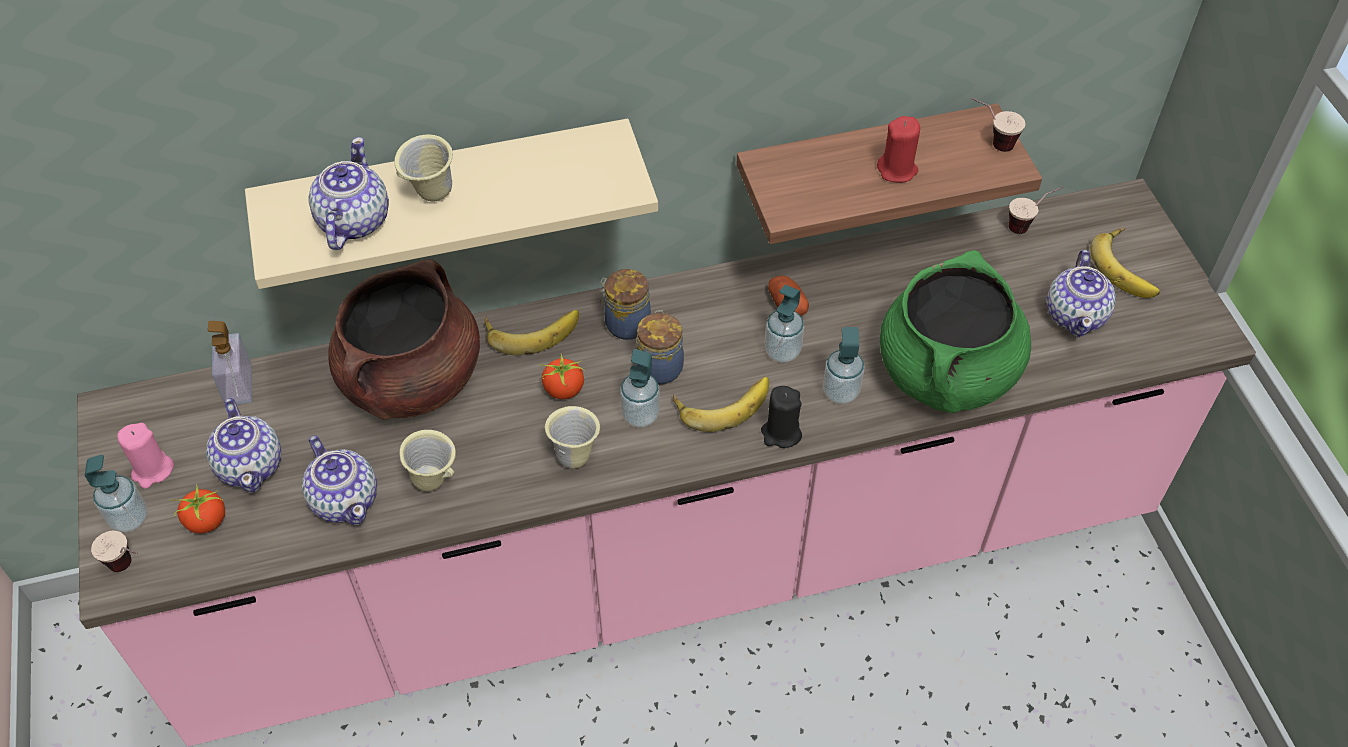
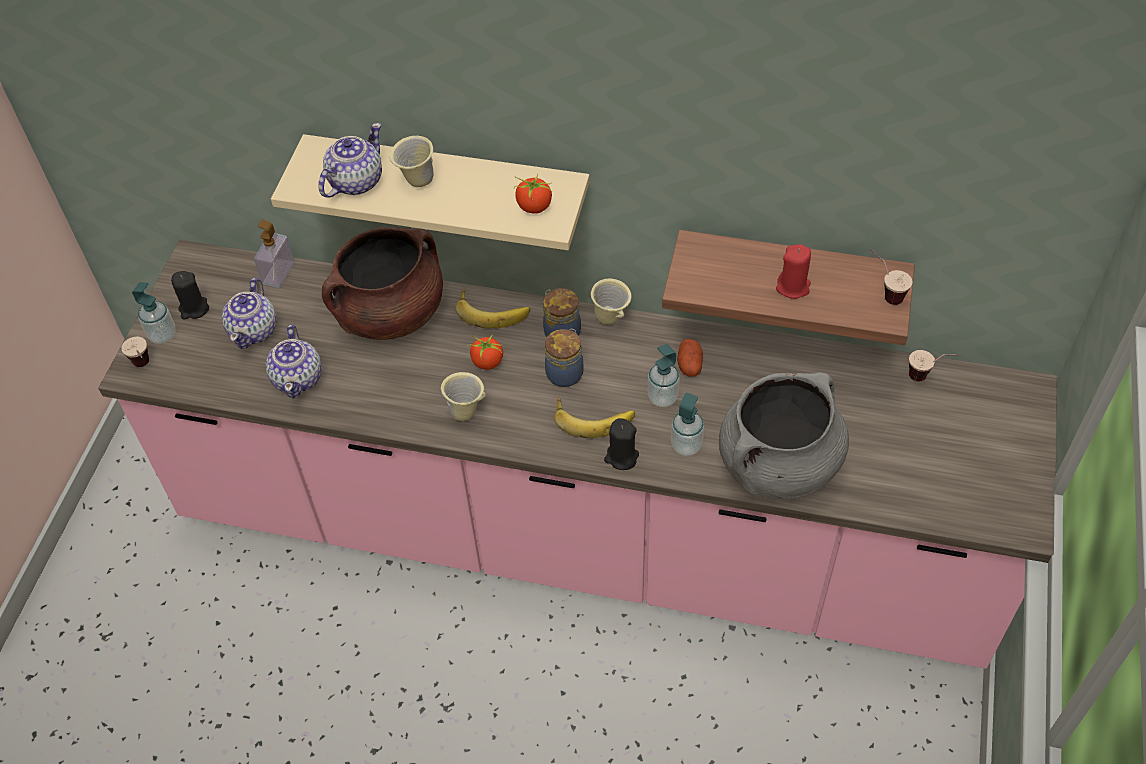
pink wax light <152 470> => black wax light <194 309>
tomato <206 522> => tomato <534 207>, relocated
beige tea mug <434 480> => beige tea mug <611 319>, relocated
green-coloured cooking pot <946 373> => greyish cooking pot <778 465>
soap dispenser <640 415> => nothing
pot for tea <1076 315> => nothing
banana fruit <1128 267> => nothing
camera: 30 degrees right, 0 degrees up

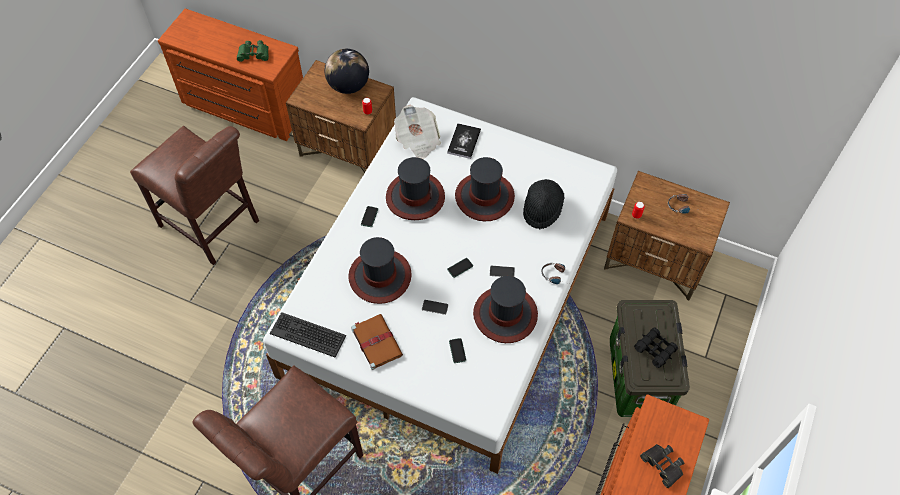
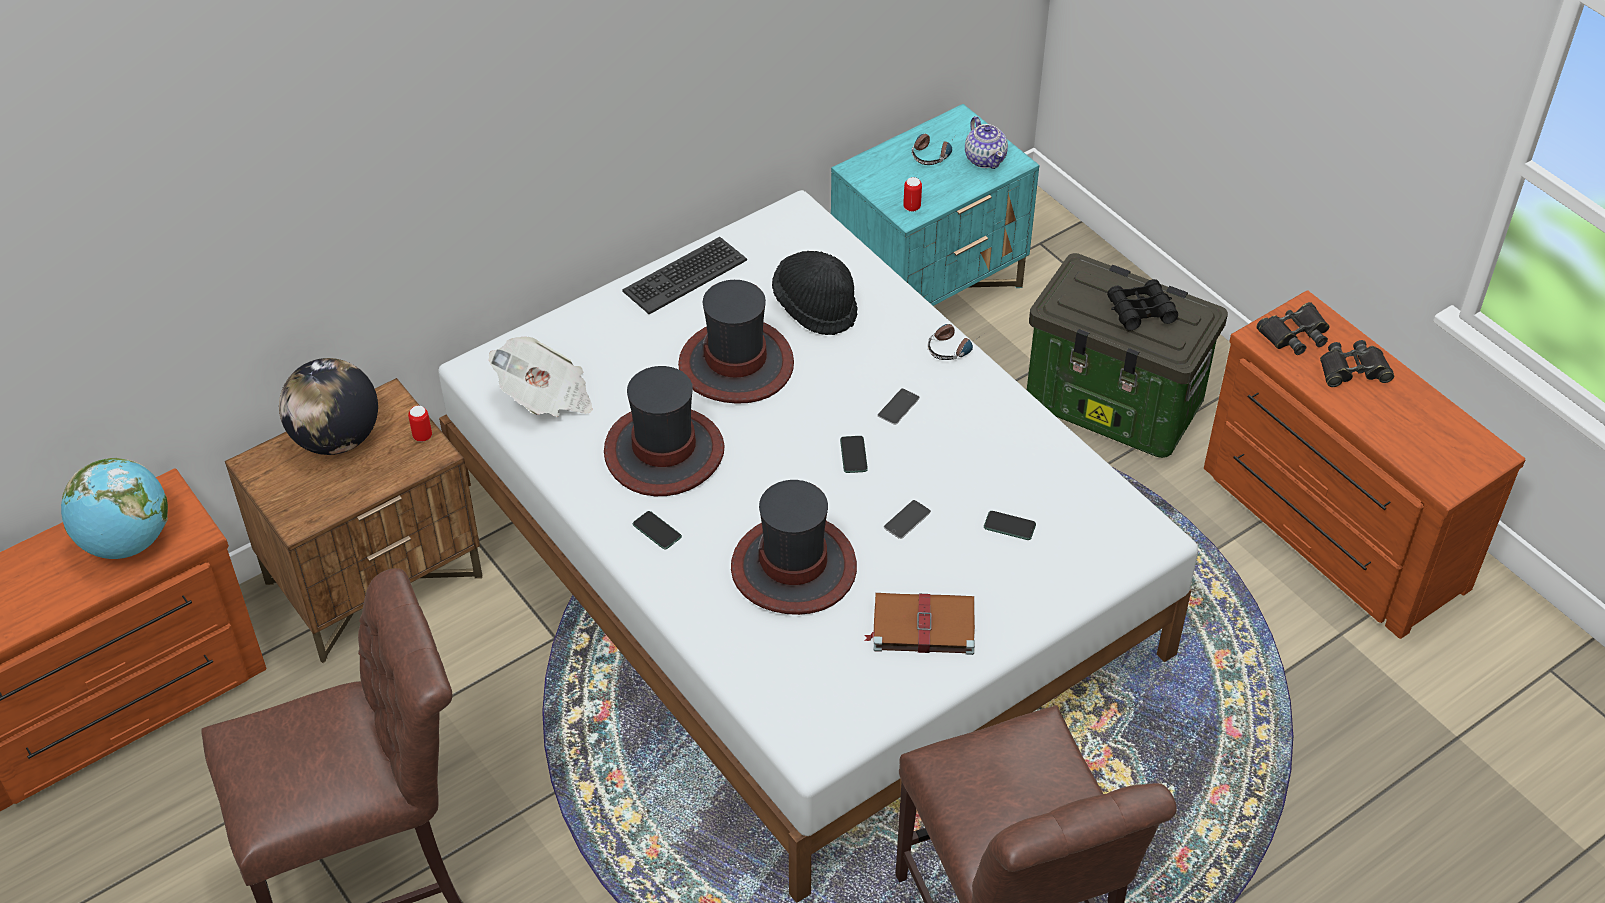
green-coloured field glasses <253 54> => world globe <127 541>
PC keyboard <308 334> => PC keyboard <684 275>, relocated
brown-coloured nightstand <655 261> => turquoise nightstand <928 288>
nothing => pot for tea <985 158>
nothing => black field glasses <1294 334>
bound book <464 141> => nothing
clothing hat <505 315> => nothing
camera: 60 degrees left, 10 degrees down

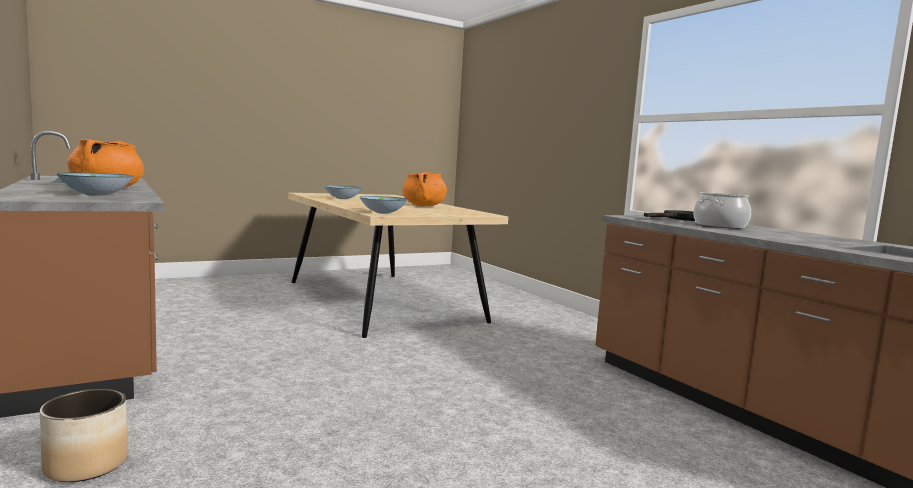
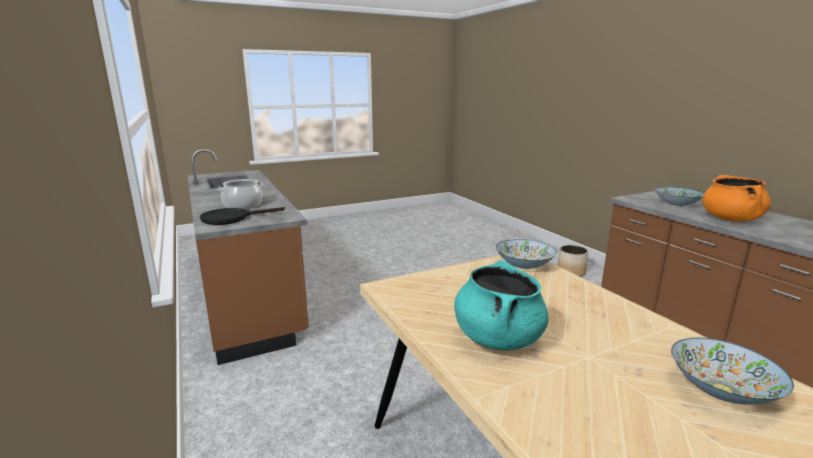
orange-coloured cooking pot <423 206> => turquoise cooking pot <497 338>
camera: 175 degrees left, 10 degrees up

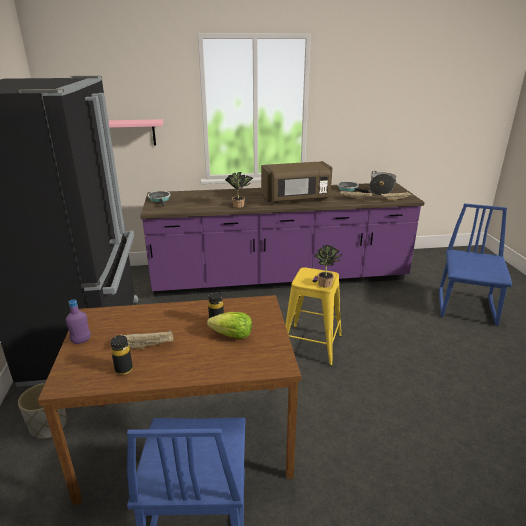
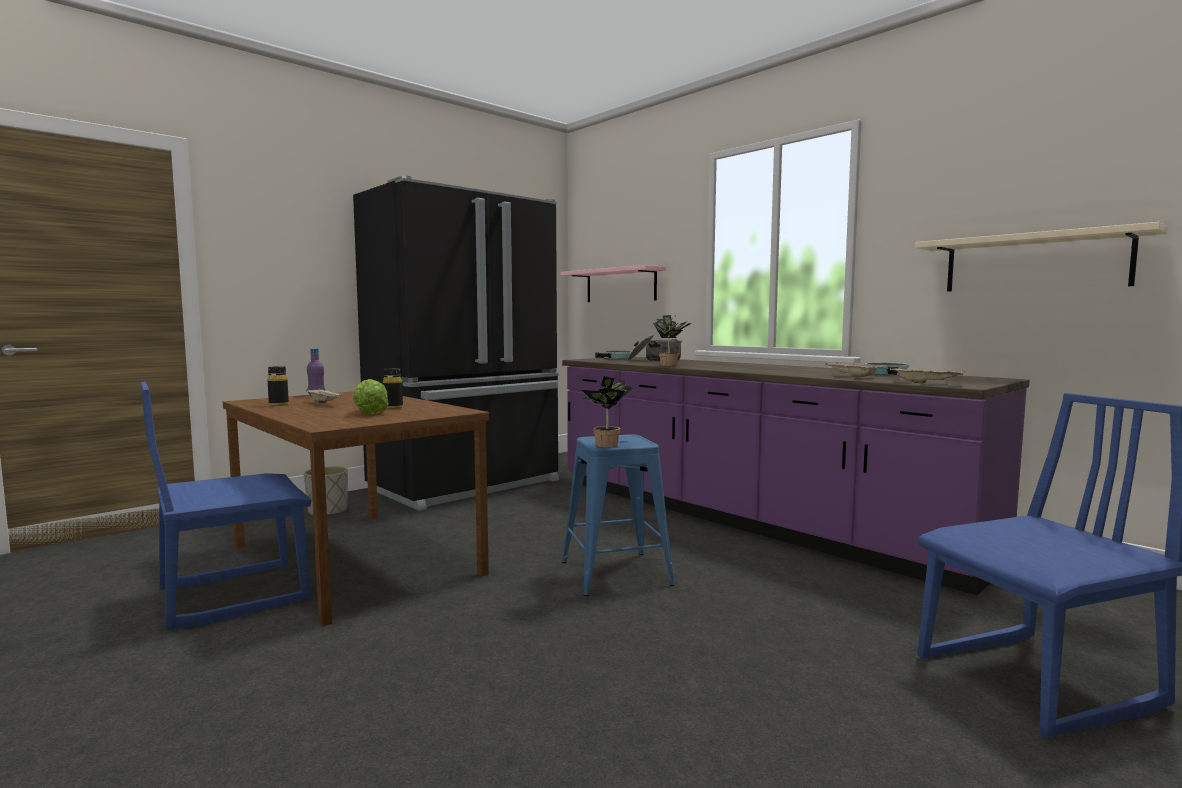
yellow-coloured stool seat <312 345> => blue stool seat <615 573>
cooking pot <381 190> => cooking pot <655 360>, relocated
nothing => beige bracket shelf <1034 263>
brown-coloured kitchen microwave <296 199> => nothing
camera: 55 degrees right, 20 degrees down

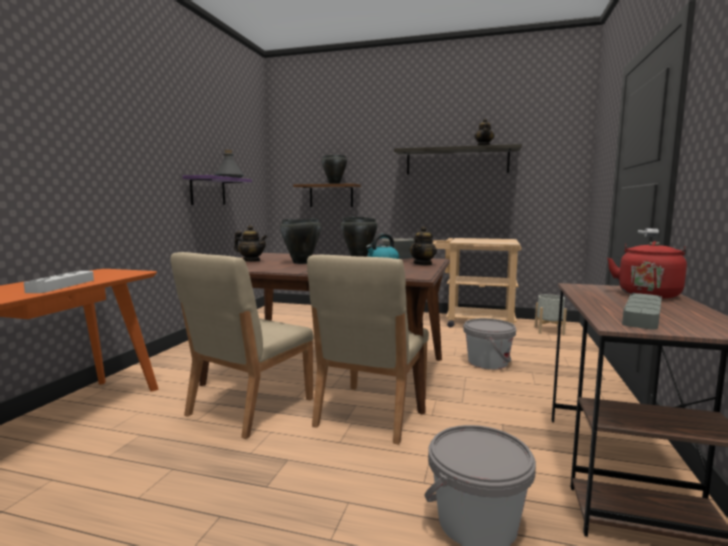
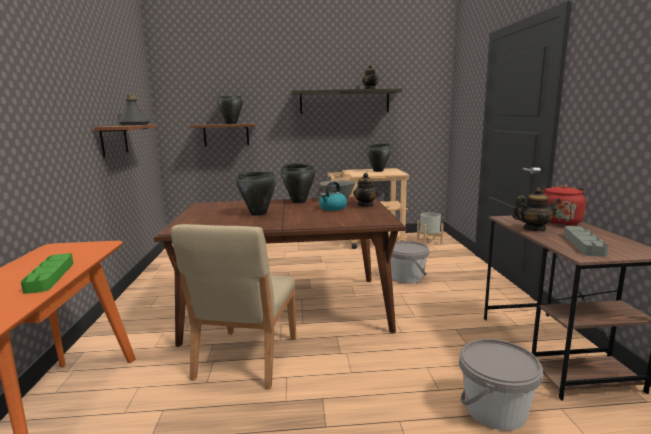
greyish carrying tray <61 285> => green-coloured carrying tray <50 276>
purple-coloured bracket shelf <208 191> => brown-coloured bracket shelf <114 140>
nothing => black cooking pot <378 171>
pot for tea <251 261> => pot for tea <533 229>, relocated
beige chair <371 413> => nothing
camera: 20 degrees left, 5 degrees up

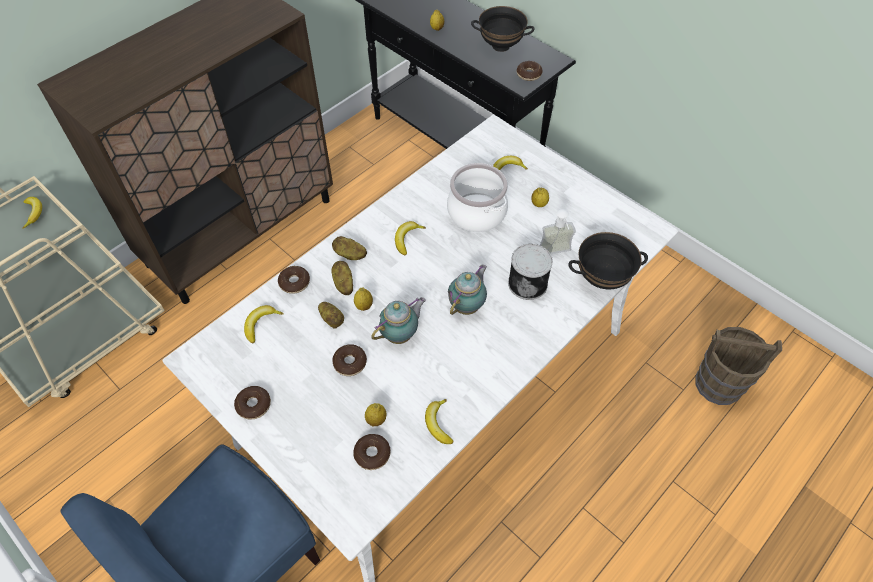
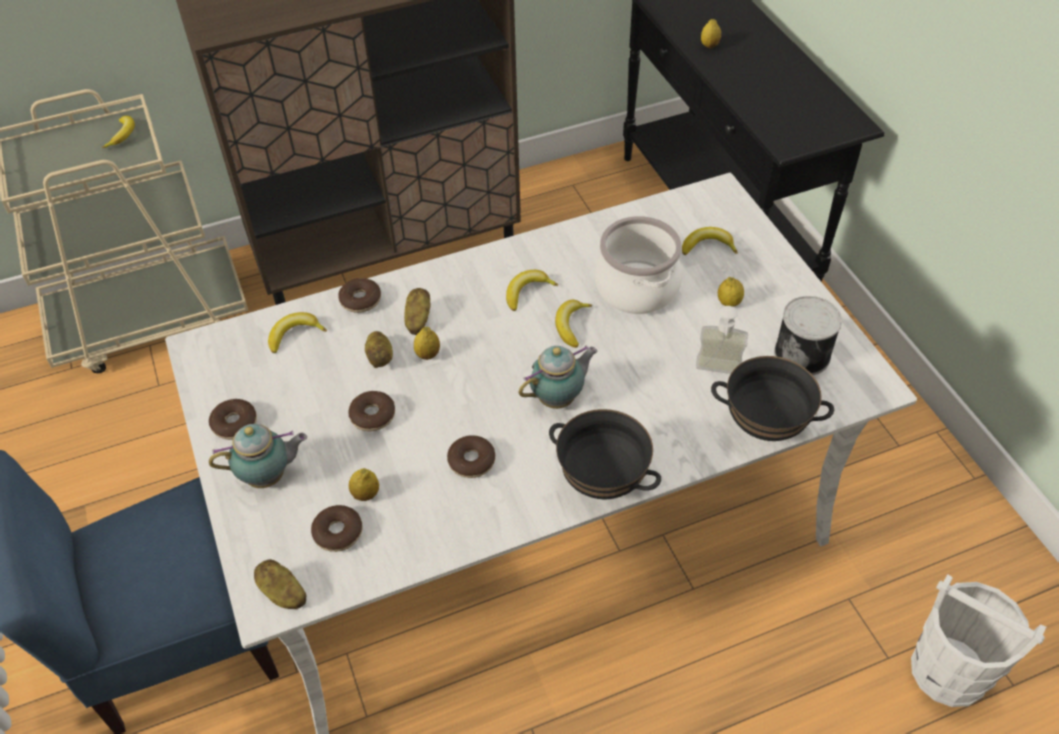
pot for tea <401 334> => pot for tea <269 476>, relocated
potato <350 255> => potato <282 593>, relocated
doughnut <529 74> => doughnut <471 461>, relocated
black bowl <500 46> => black bowl <601 482>, relocated
banana fruit <438 424> => banana fruit <571 325>, relocated
metal can <528 283> => metal can <803 353>, relocated
brown-coloured pail <719 384> => white-coloured pail <949 671>
camera: 25 degrees right, 5 degrees down

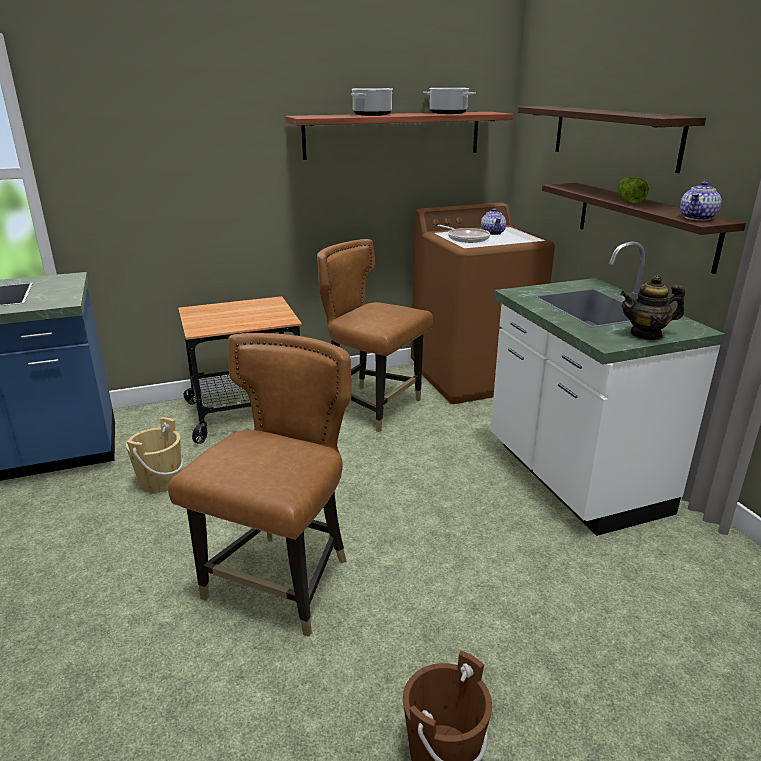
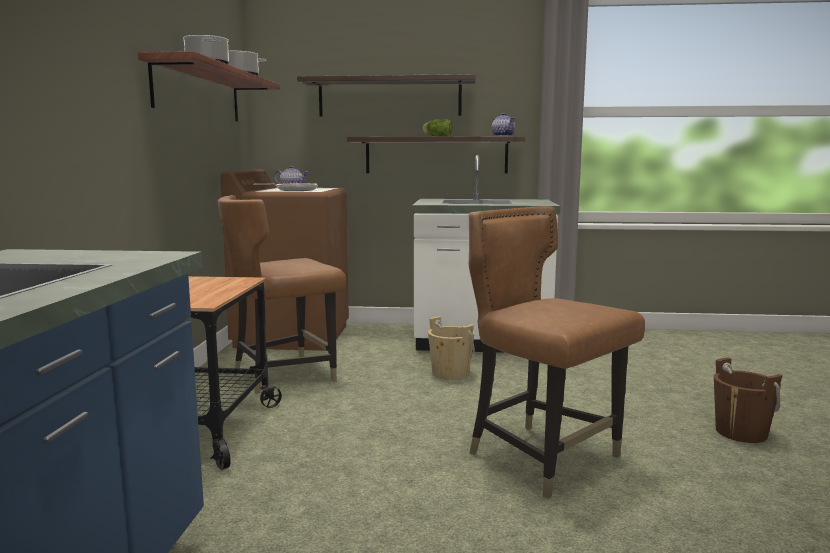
beige pail <160 481> => beige pail <450 373>, relocated
pot for tea <646 334> => nothing
camera: 65 degrees left, 15 degrees down

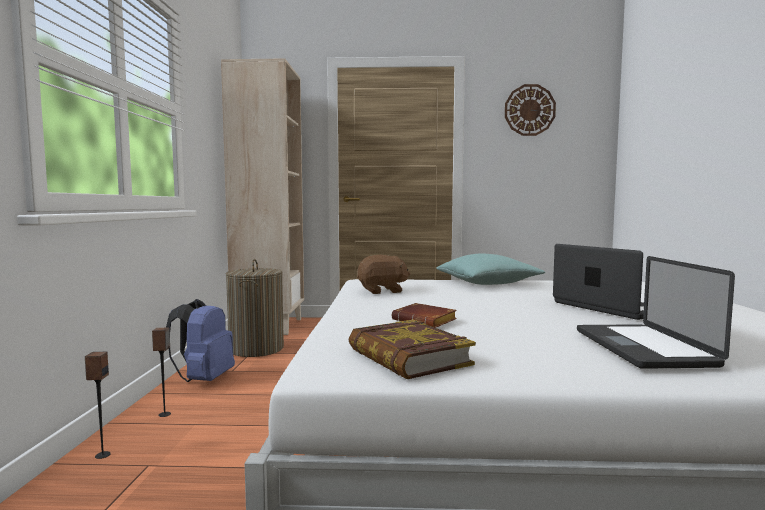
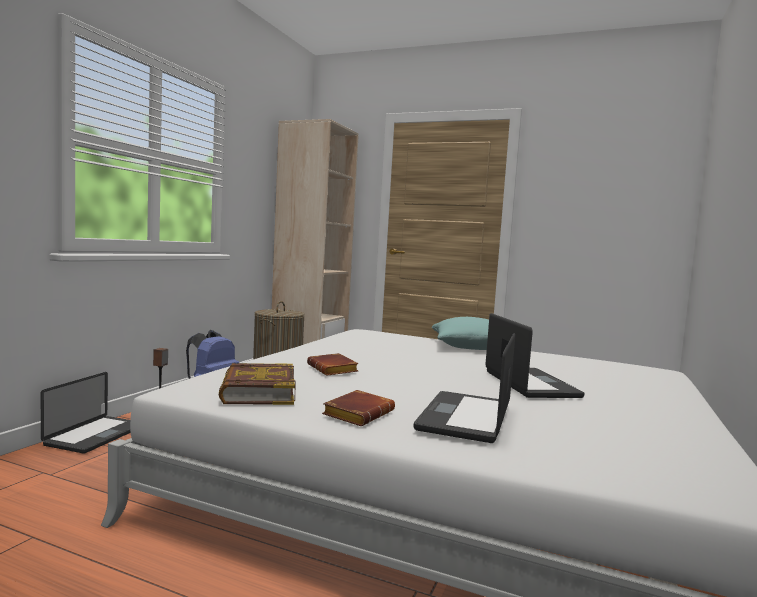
loudspeaker <102 455> => notebook computer <95 435>
nothing => brown-coloured bound book <358 413>
brown-coloured plush toy <382 291> => nothing
clock on the wall <529 110> => nothing
camera: 20 degrees right, 0 degrees up

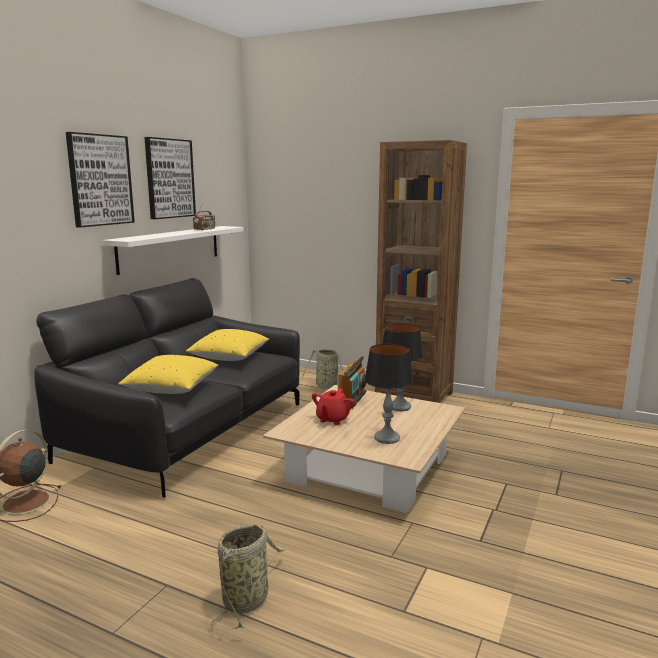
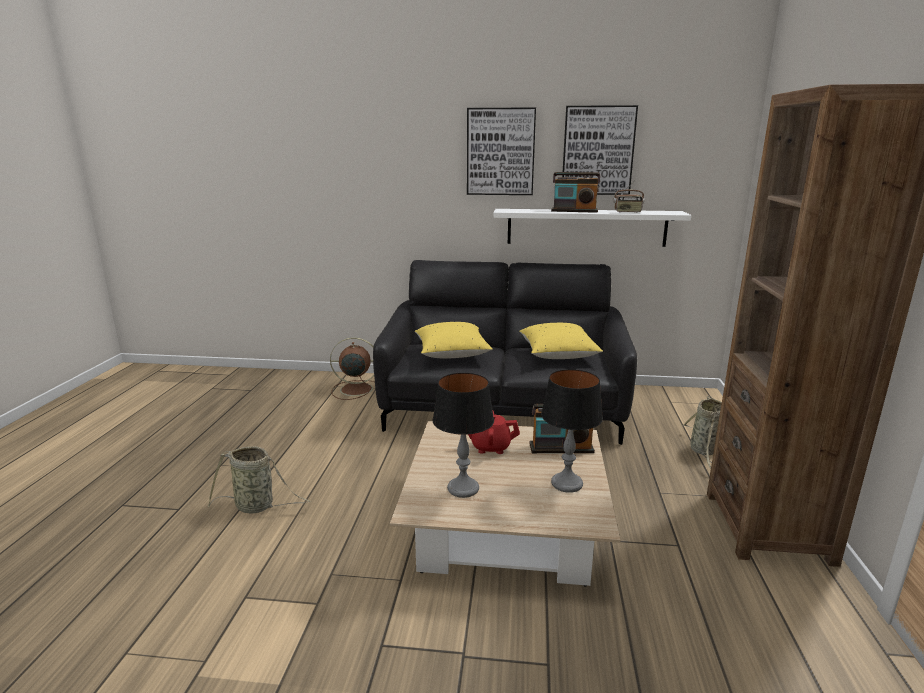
nothing => radio <574 211>
camera: 70 degrees right, 5 degrees up

